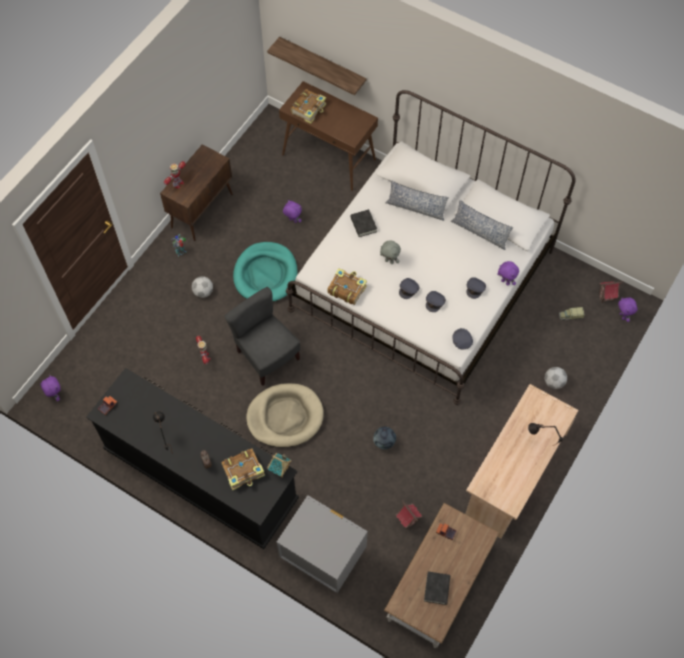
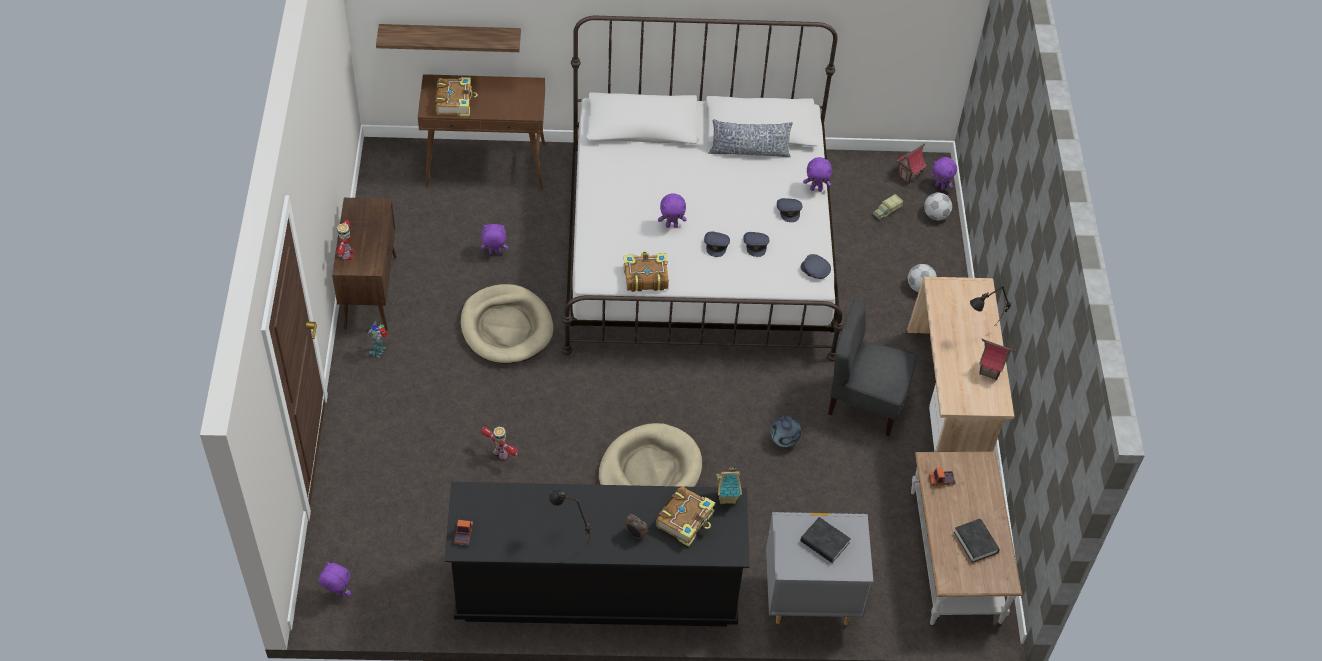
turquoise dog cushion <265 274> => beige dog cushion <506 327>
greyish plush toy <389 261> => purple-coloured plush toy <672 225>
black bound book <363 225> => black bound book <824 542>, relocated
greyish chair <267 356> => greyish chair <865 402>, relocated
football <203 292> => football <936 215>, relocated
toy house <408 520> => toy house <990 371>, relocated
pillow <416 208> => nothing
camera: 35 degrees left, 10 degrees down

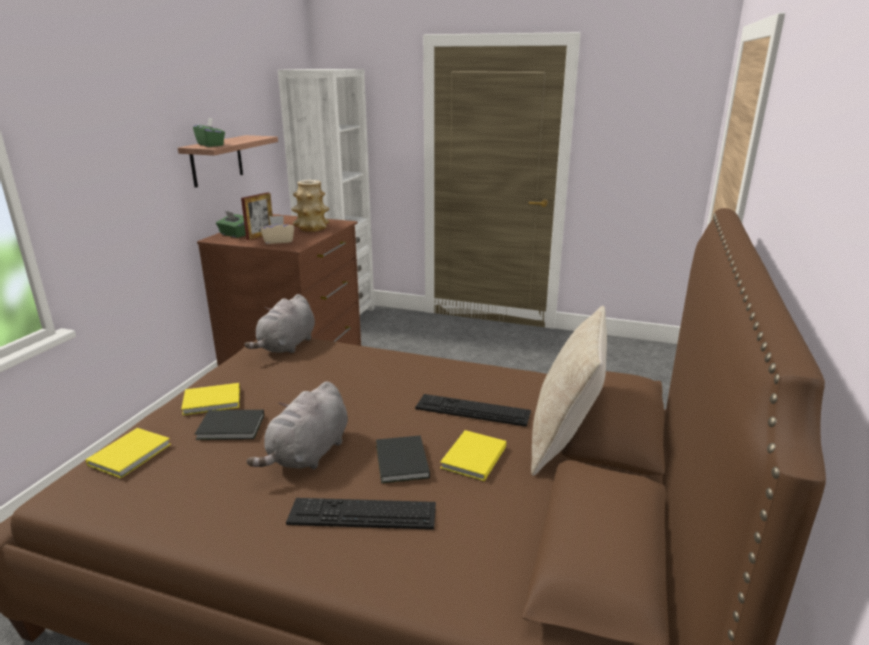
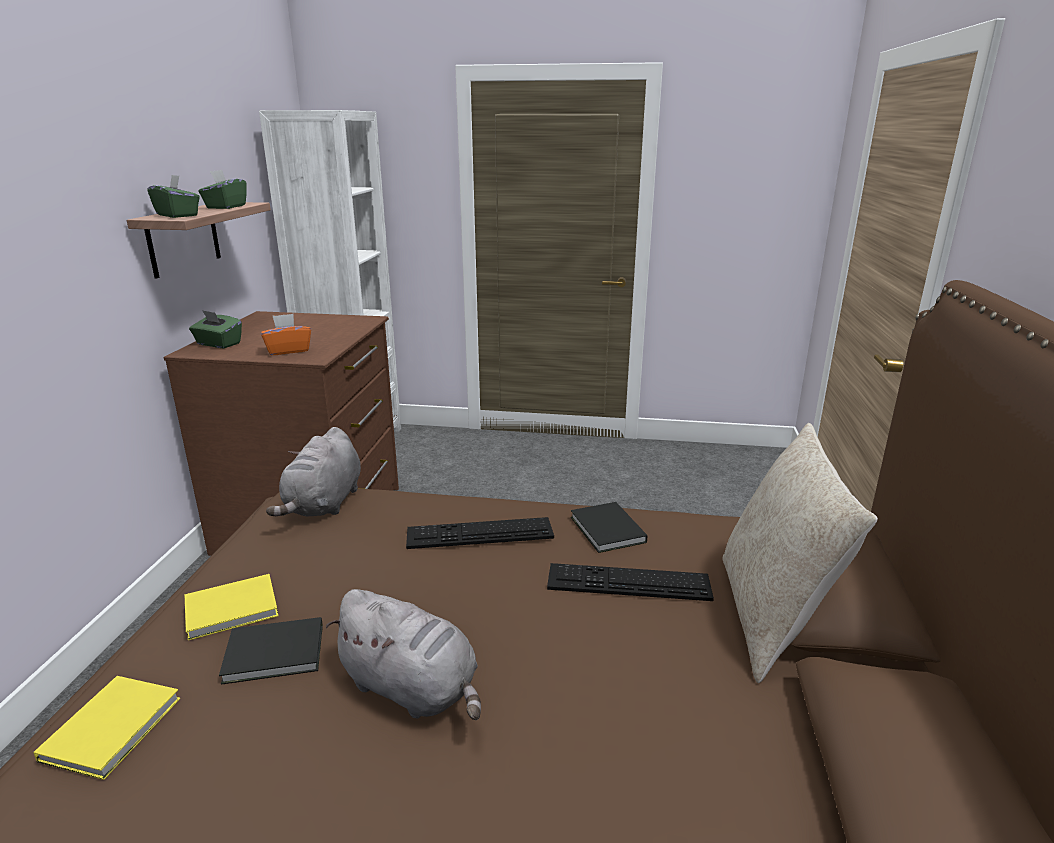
nothing => green-coloured box of tissues <226 207>
beige box of tissues <278 241> => orange-coloured box of tissues <288 350>
greyish plush toy <308 454> => greyish plush toy <413 689>, 75 degrees counterclockwise
PC keyboard <362 513> => PC keyboard <479 533>, relocated
black bound book <401 462> => black bound book <607 531>, relocated
standing frame <260 236> => nothing
vase <311 229> => nothing
yellow-coloured bound book <472 458> => nothing
camera: 10 degrees left, 0 degrees up

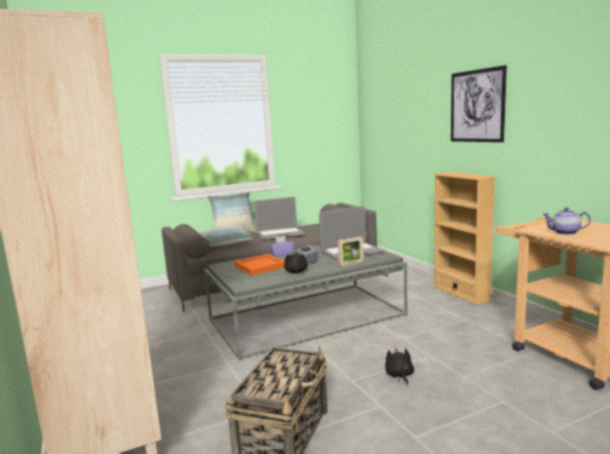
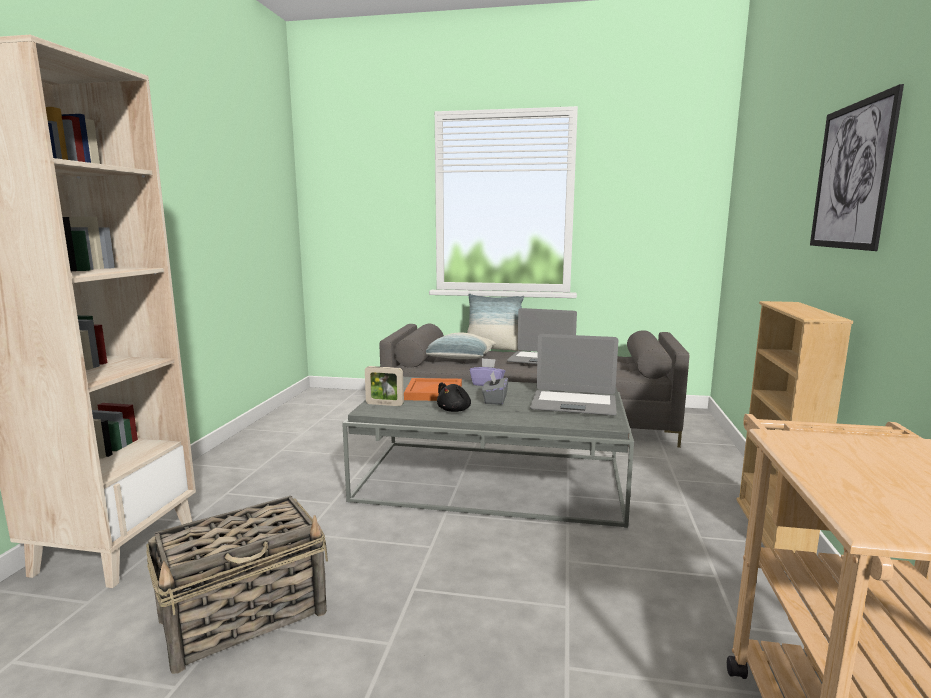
standing frame <351 264> => standing frame <384 404>, relocated
black plush toy <399 375> => nothing
pot for tea <565 232> => nothing
camera: 35 degrees right, 0 degrees up

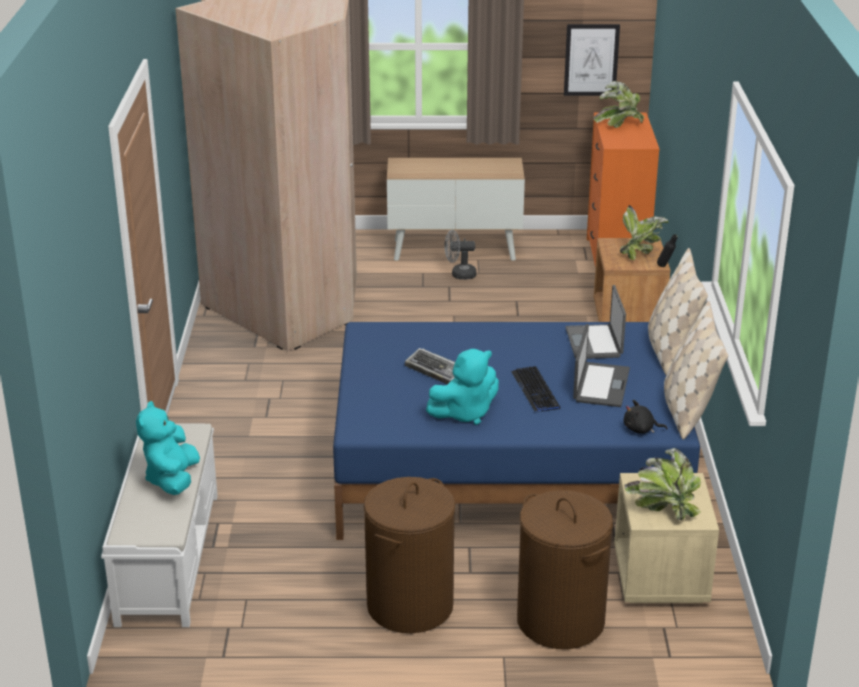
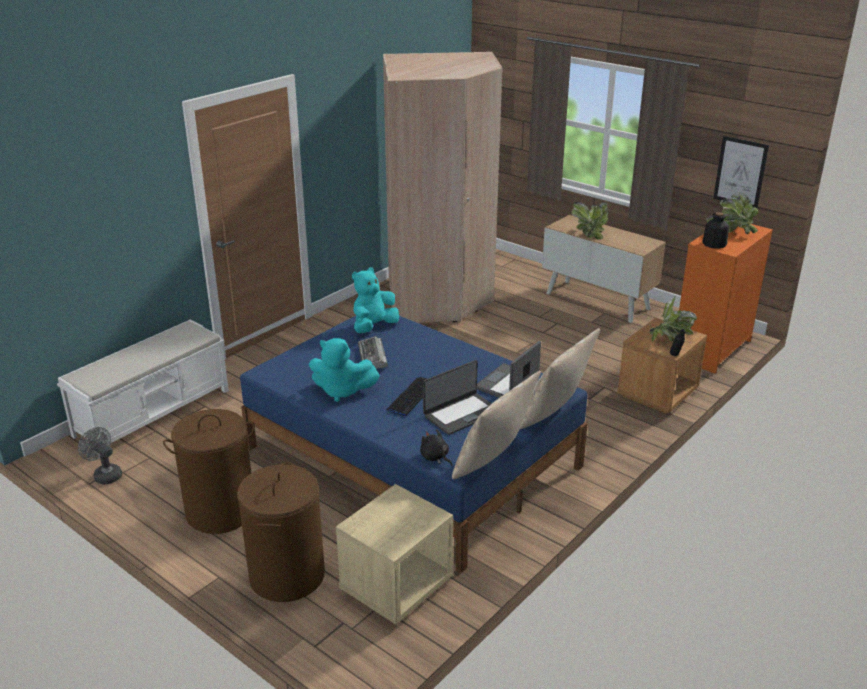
greyish cooling fan <459 275> => greyish cooling fan <105 474>, relocated
turquoise plush toy <172 480> => turquoise plush toy <373 327>, relocated
potted plant <663 509> => potted plant <590 235>, relocated
nothing => beverage bottle <714 244>
camera: 40 degrees right, 0 degrees up

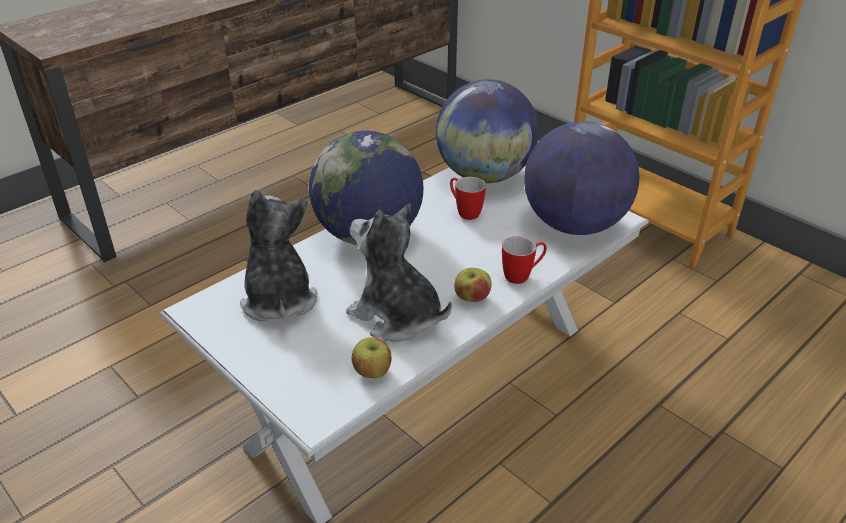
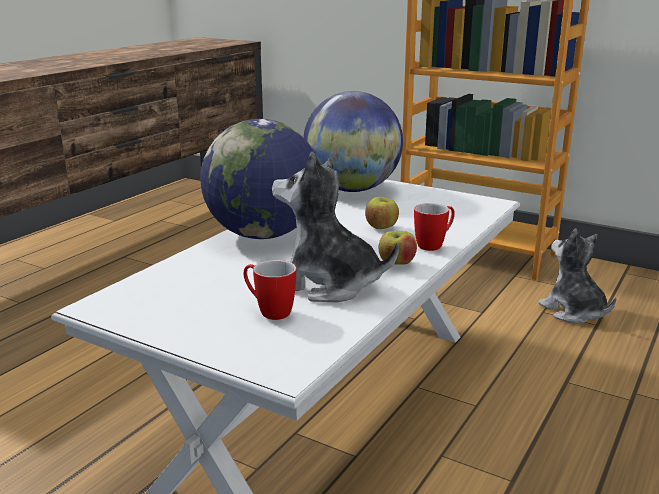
tea mug <464 212> => tea mug <269 311>, relocated
whole apple <372 371> => whole apple <381 227>, relocated
plush toy <278 299> => plush toy <573 312>, relocated
world globe <574 225> => nothing
camera: 15 degrees left, 15 degrees down

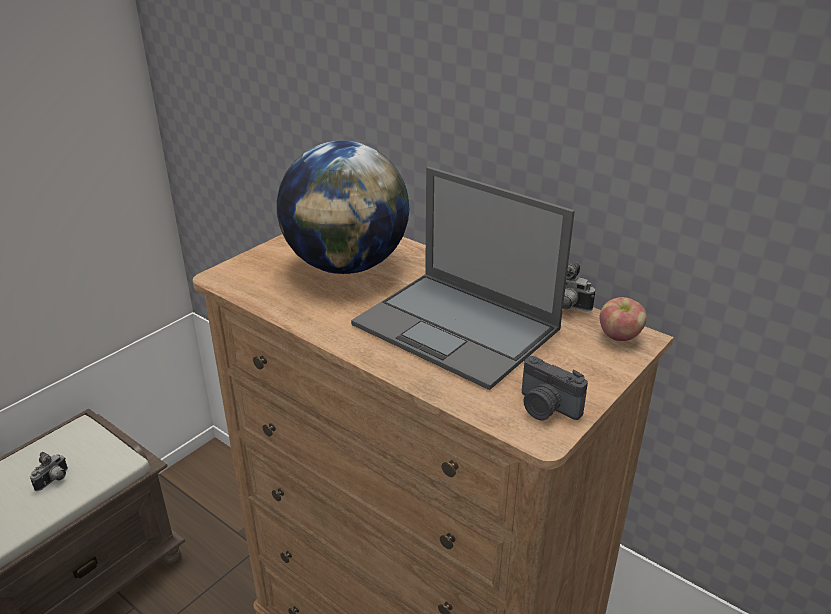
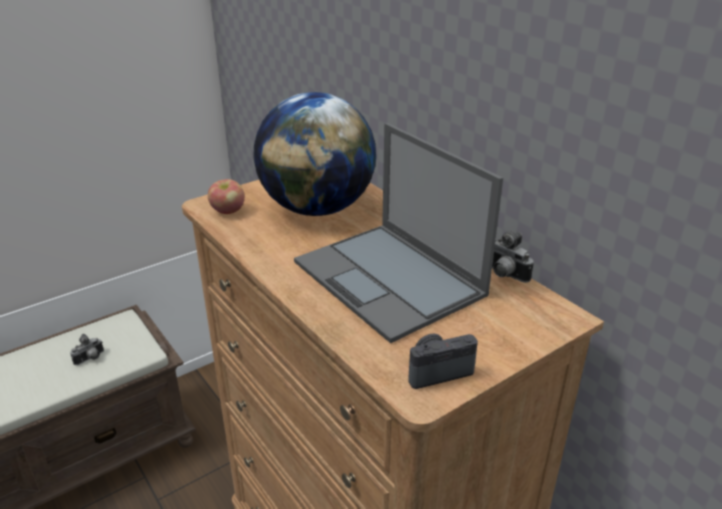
whole apple <619 336> => whole apple <228 211>, relocated
still camera <546 408> => still camera <437 370>, 105 degrees clockwise
camera: 15 degrees right, 0 degrees up

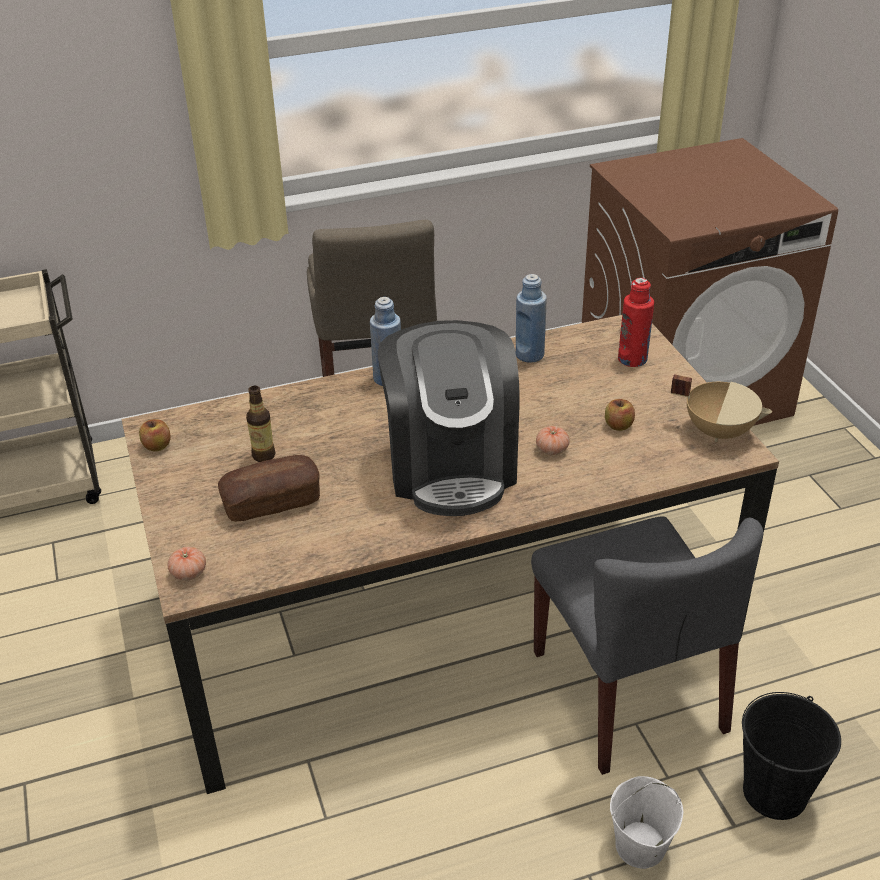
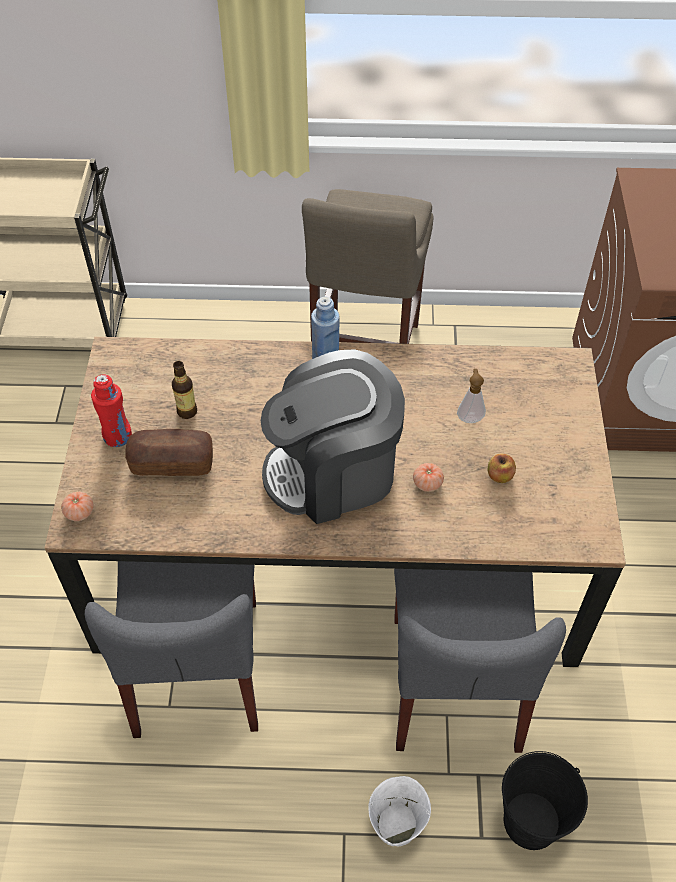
nothing => greyish chair <198 668>
red-coloured beverage bottle <632 359> => red-coloured beverage bottle <118 436>, relocated
coffee machine <451 465> => coffee machine <333 472>, 60 degrees clockwise
nothing => soap dispenser <469 417>
whole apple <157 446> => nothing
blue beverage bottle <529 355> => nothing
beige cooking pot <718 431> => nothing
camera: 20 degrees right, 15 degrees up

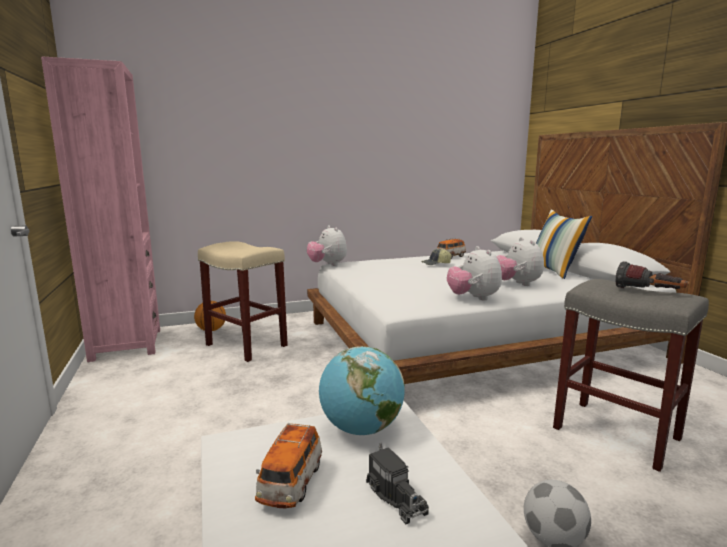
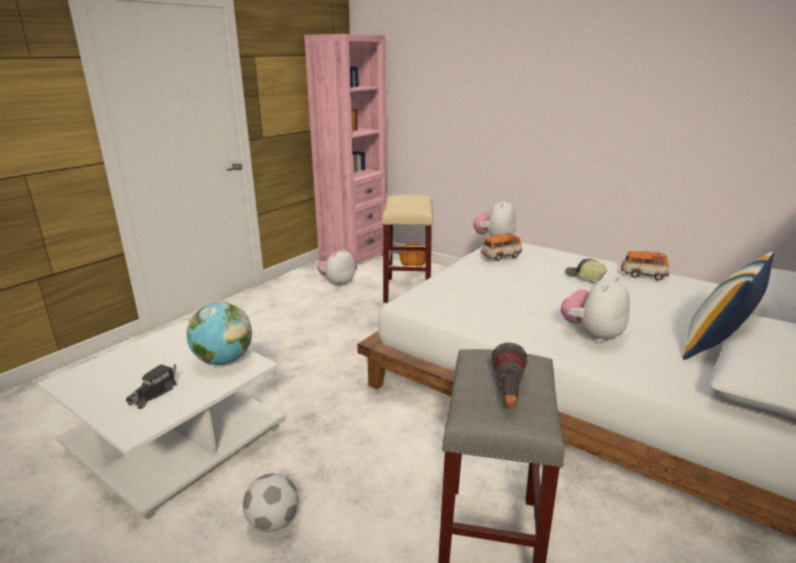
plush toy <473 298> => plush toy <337 283>, relocated
model car <291 484> => model car <500 256>, relocated
camera: 55 degrees right, 10 degrees up

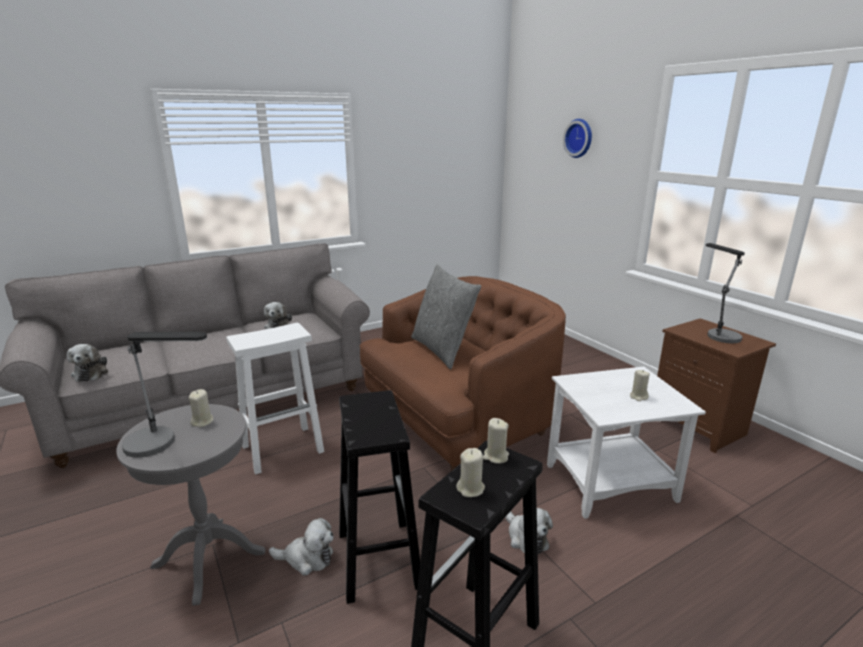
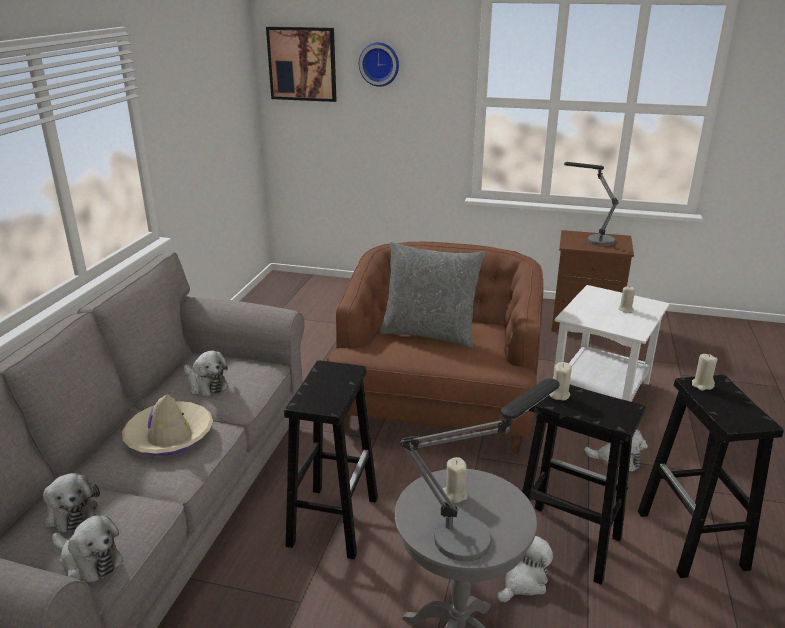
nothing => plush toy <71 512>
nothing => beige clothing hat <169 436>
nothing => picture <302 64>
white-coloured stool seat <284 448> => black stool seat <334 520>
beige wax light <471 489> => beige wax light <559 394>, relocated
camera: 45 degrees left, 5 degrees up

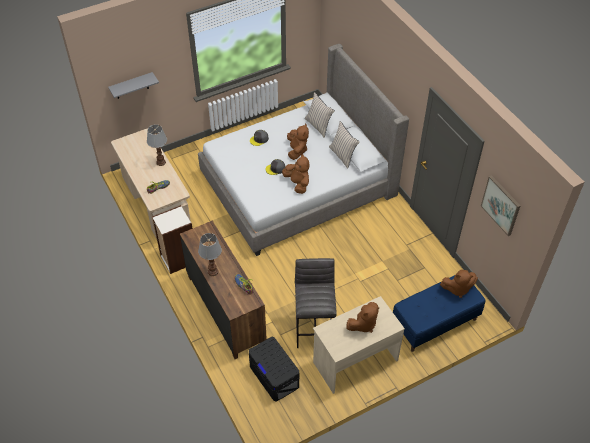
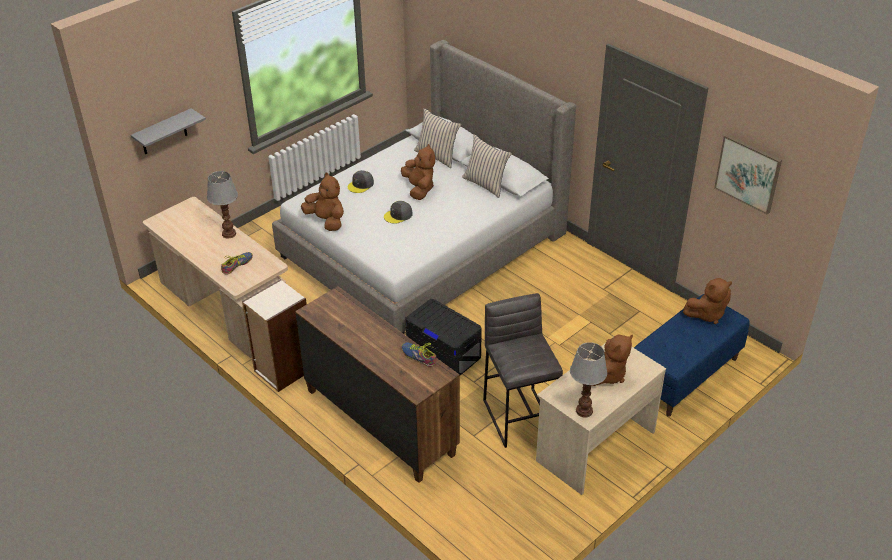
brown-coloured plush toy <297 183> => brown-coloured plush toy <326 221>, relocated
black storage bin <274 376> => black storage bin <443 352>, relocated
tabletop lamp <212 272> => tabletop lamp <584 411>, relocated
camera: 15 degrees left, 10 degrees down

